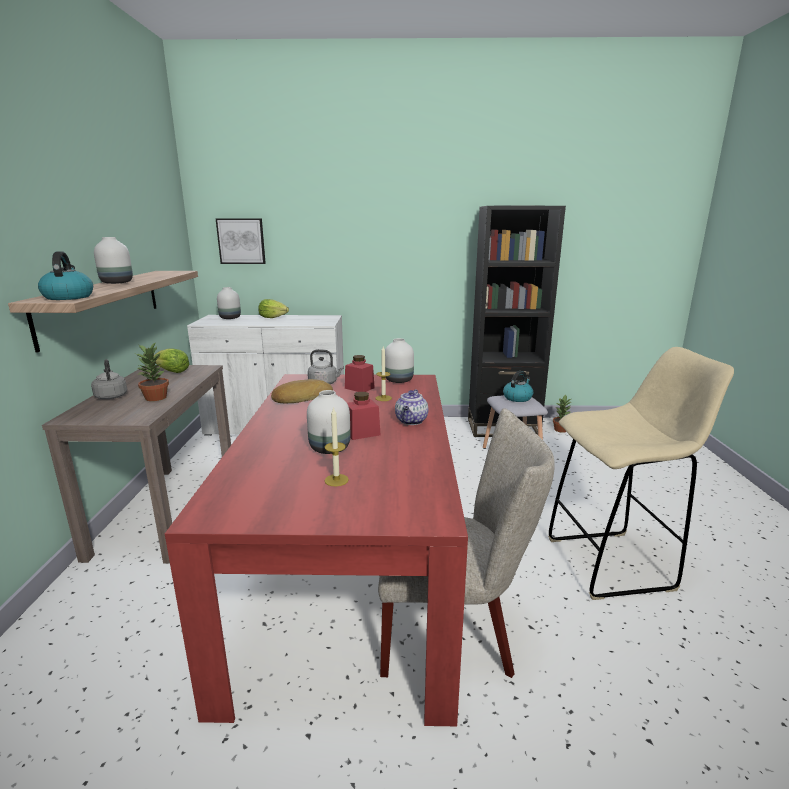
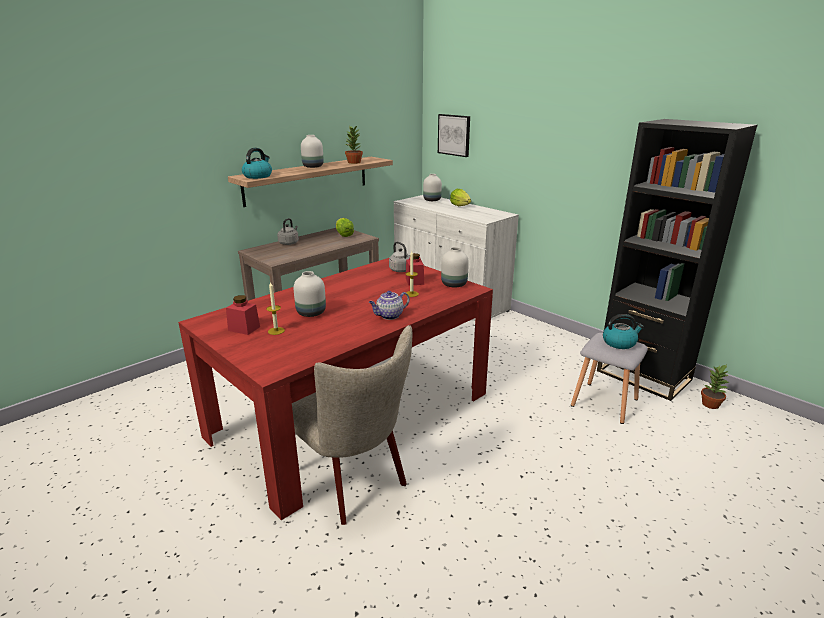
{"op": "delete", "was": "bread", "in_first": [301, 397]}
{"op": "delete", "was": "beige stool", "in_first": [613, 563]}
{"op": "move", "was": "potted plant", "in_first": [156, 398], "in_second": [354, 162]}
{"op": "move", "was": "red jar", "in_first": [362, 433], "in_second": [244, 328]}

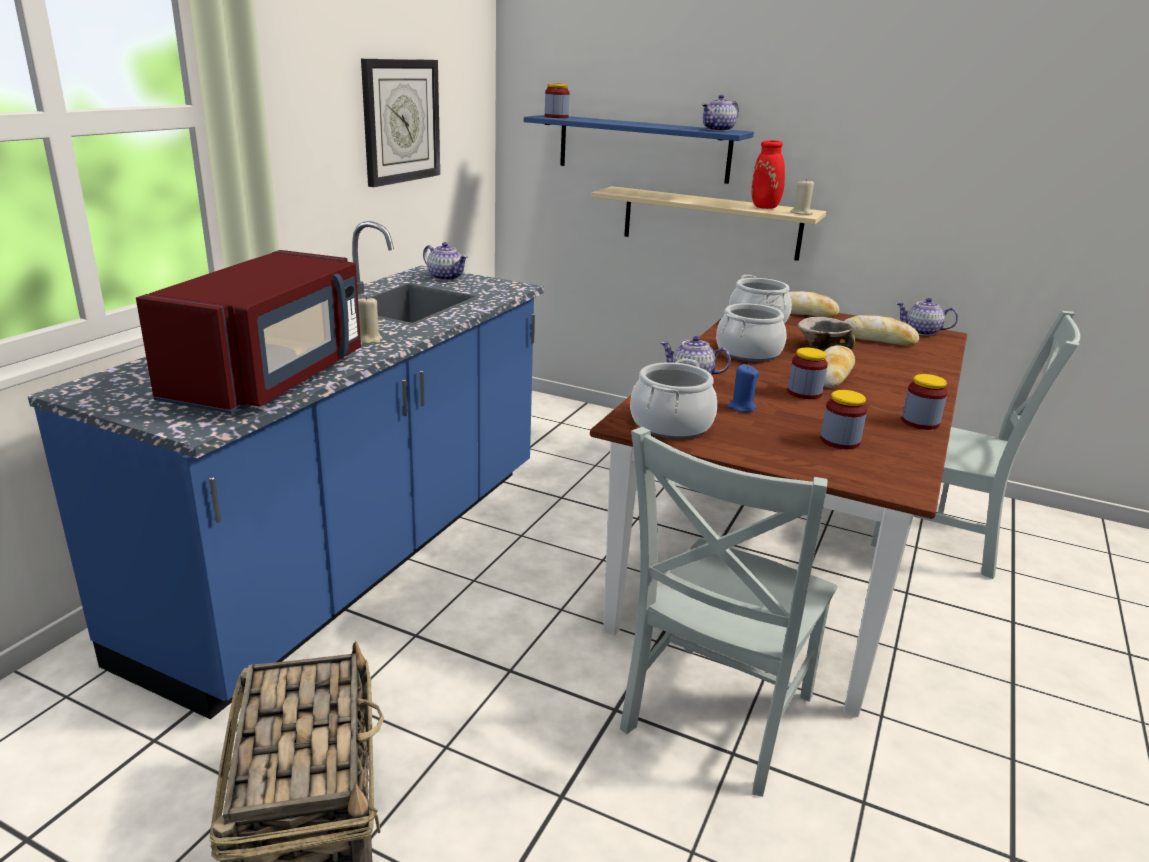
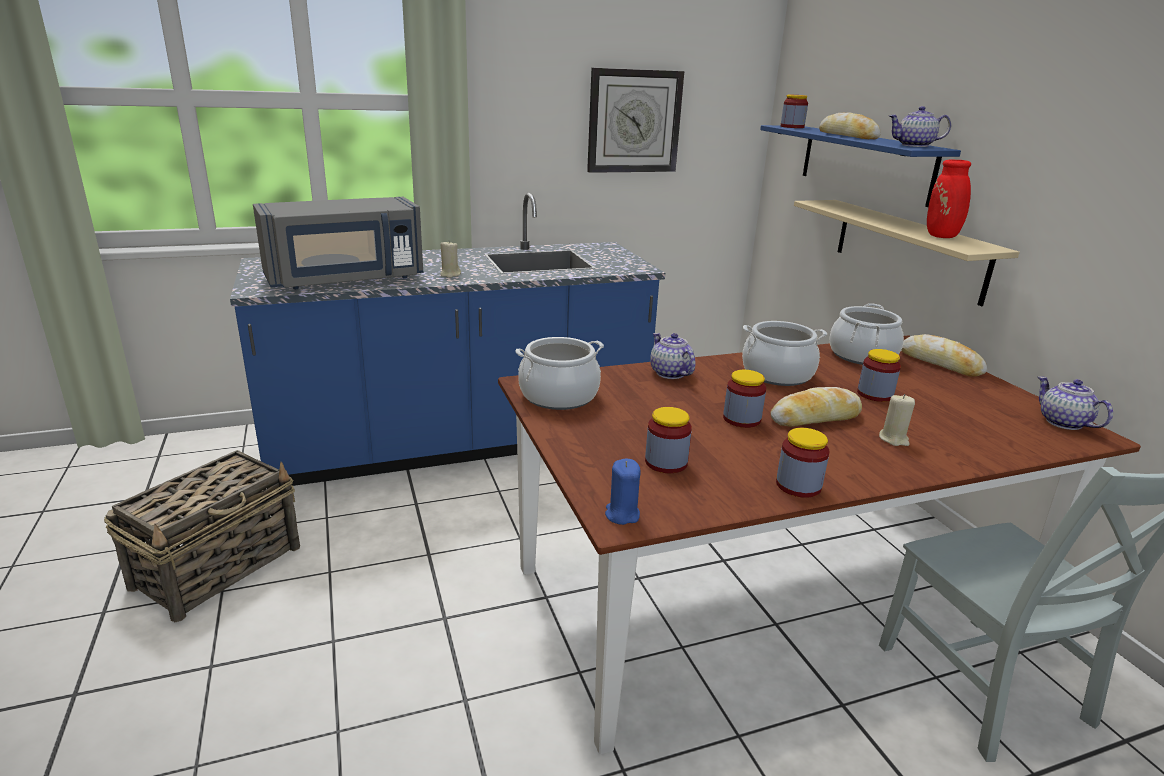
{"op": "delete", "was": "teapot", "in_first": [446, 277]}
{"op": "delete", "was": "grey chair", "in_first": [714, 718]}
{"op": "move", "was": "blue candle", "in_first": [741, 407], "in_second": [622, 514]}
{"op": "move", "was": "beige candle", "in_first": [801, 213], "in_second": [893, 439]}
{"op": "move", "was": "bread", "in_first": [877, 339], "in_second": [847, 136]}
{"op": "replace", "was": "bowl", "now": "jar", "in_first": [821, 347], "in_second": [875, 394]}
{"op": "recolor", "was": "red microwave", "now": "grey microwave", "in_first": [272, 378], "in_second": [346, 279]}

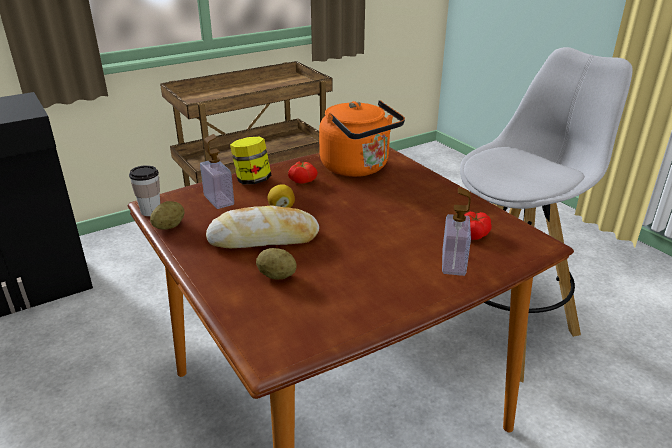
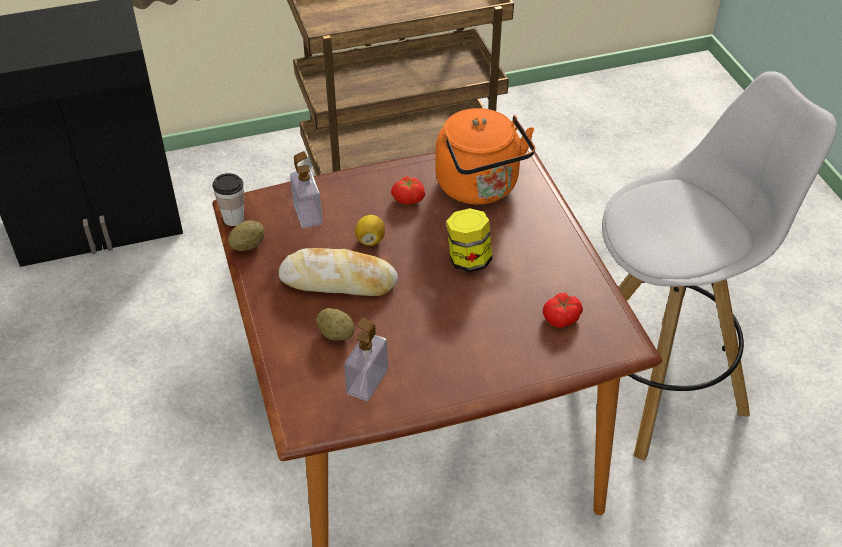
{"op": "move", "was": "jar", "in_first": [252, 180], "in_second": [468, 260]}
{"op": "move", "was": "soap dispenser", "in_first": [453, 263], "in_second": [367, 381]}

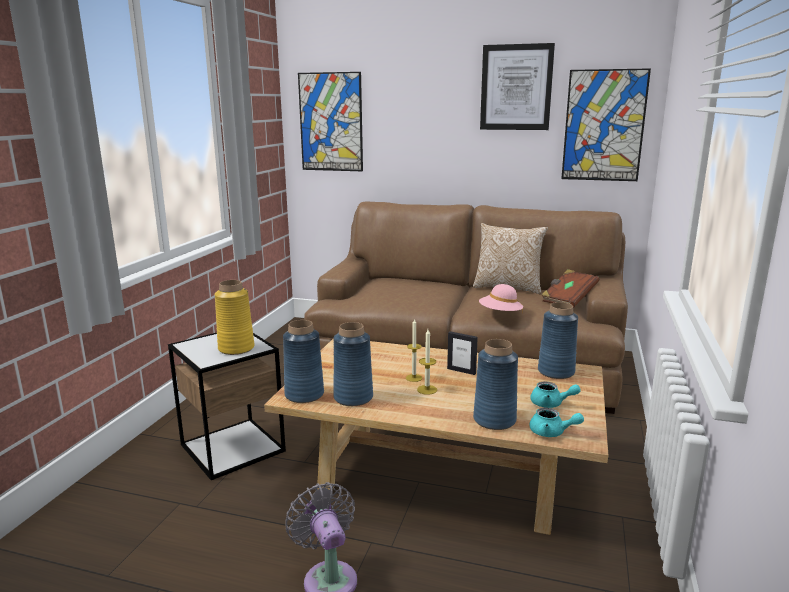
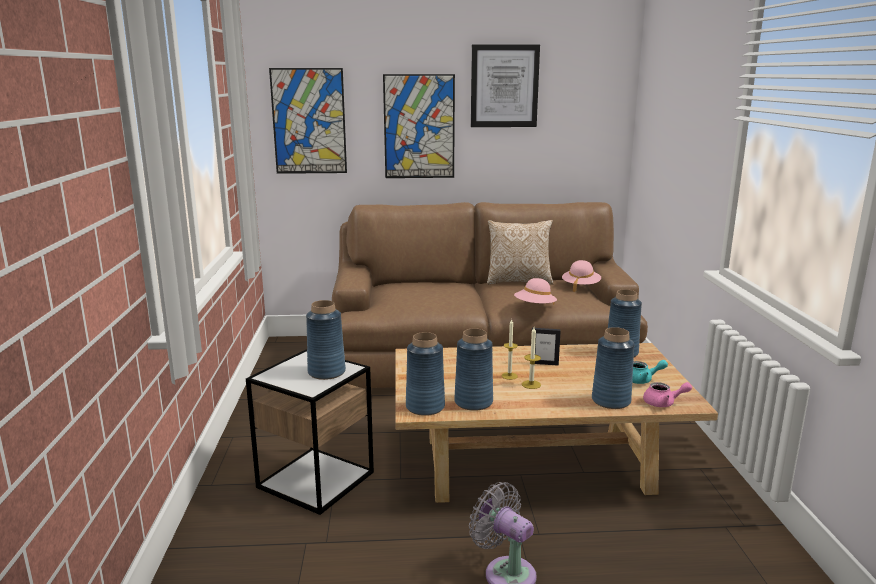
{"op": "move", "was": "picture", "in_first": [604, 126], "in_second": [419, 127]}
{"op": "replace", "was": "brown book", "now": "pink hat", "in_first": [568, 299], "in_second": [580, 286]}
{"op": "recolor", "was": "yellow vase", "now": "blue vase", "in_first": [236, 348], "in_second": [326, 372]}
{"op": "recolor", "was": "turquoise teapot", "now": "pink teapot", "in_first": [551, 433], "in_second": [663, 403]}

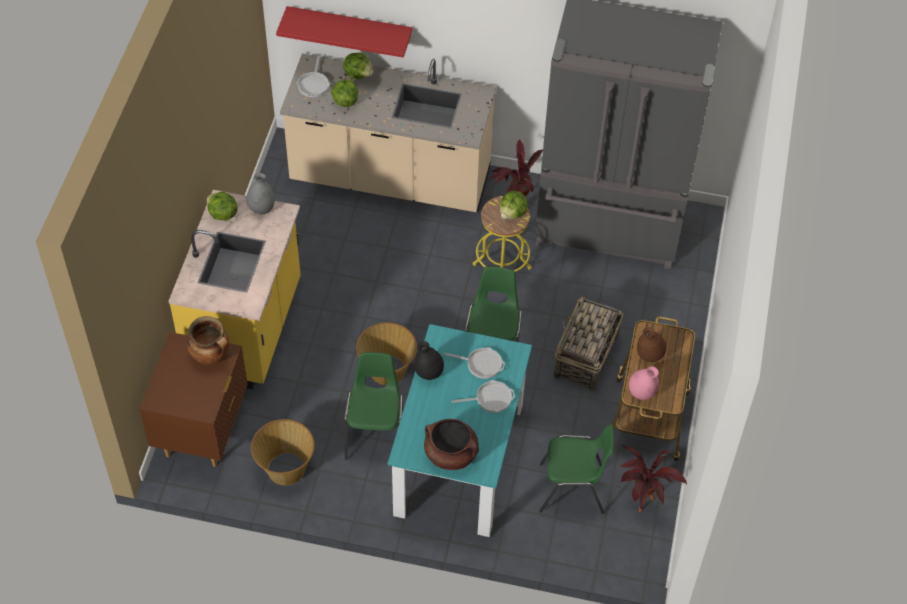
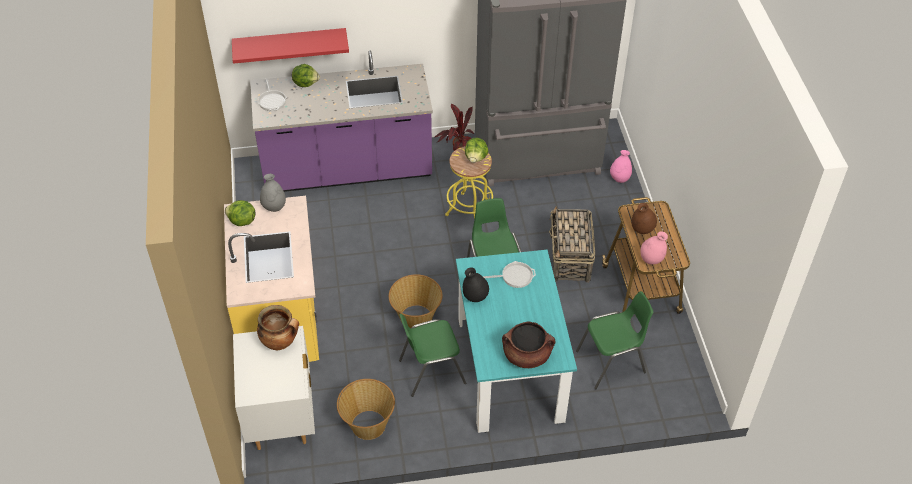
{"op": "delete", "was": "lettuce", "in_first": [345, 101]}
{"op": "delete", "was": "frying pan", "in_first": [490, 398]}
{"op": "delete", "was": "potted plant", "in_first": [642, 507]}
{"op": "insert", "now": "pink vase", "in_second": [619, 178]}
{"op": "recolor", "was": "brown nightstand", "now": "white nightstand", "in_first": [202, 432], "in_second": [281, 419]}
{"op": "recolor", "was": "beige counter", "now": "purple counter", "in_first": [390, 179], "in_second": [347, 171]}
{"op": "rotate", "was": "green chair", "in_first": [375, 434], "in_second": [431, 371], "clockwise": -90}

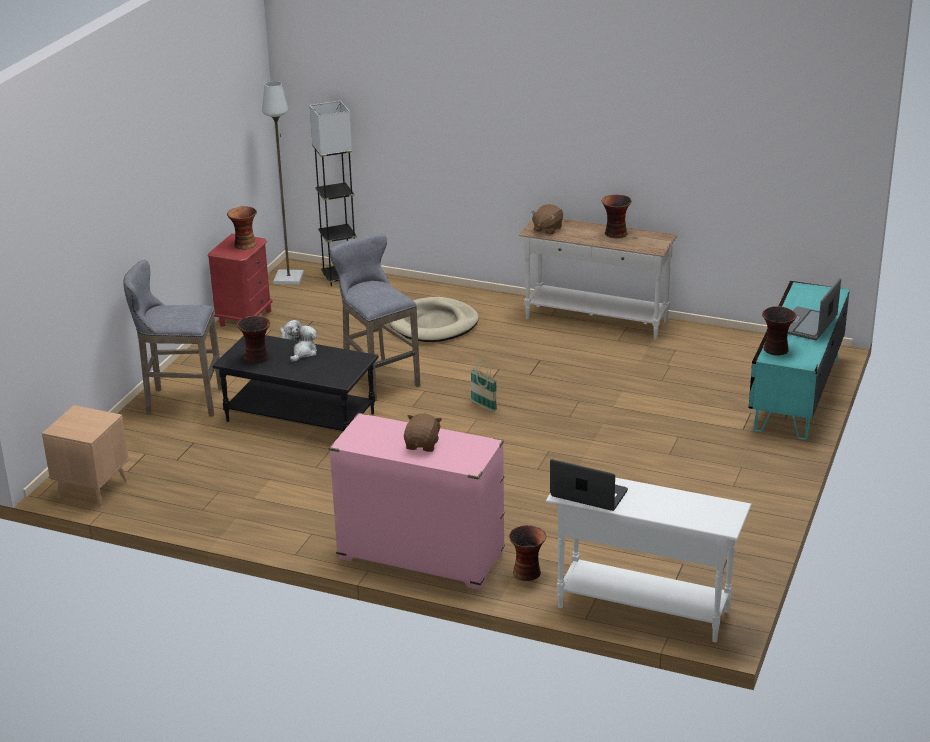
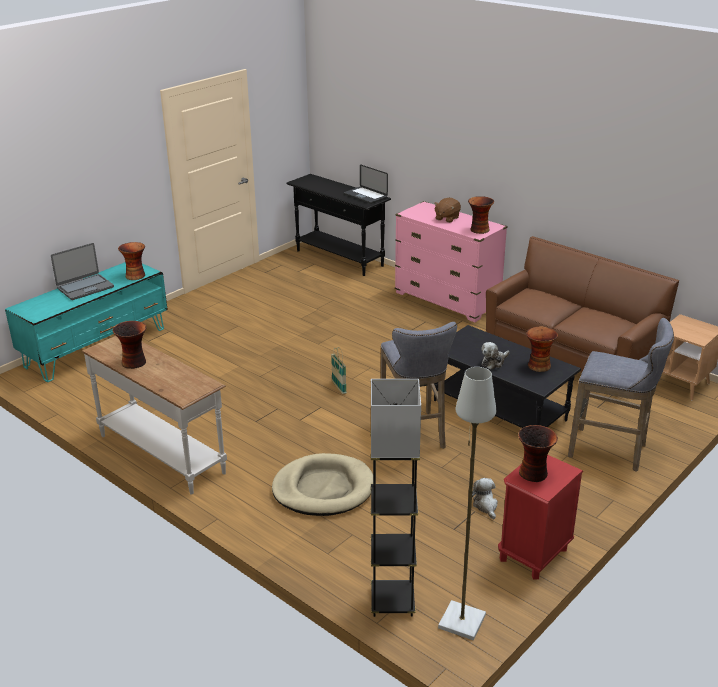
{"op": "delete", "was": "brown plush toy", "in_first": [547, 229]}
{"op": "insert", "now": "brown sofa", "in_second": [571, 355]}
{"op": "move", "was": "vase", "in_first": [527, 572], "in_second": [479, 230]}
{"op": "recolor", "was": "white console table", "now": "black console table", "in_first": [642, 608], "in_second": [339, 258]}

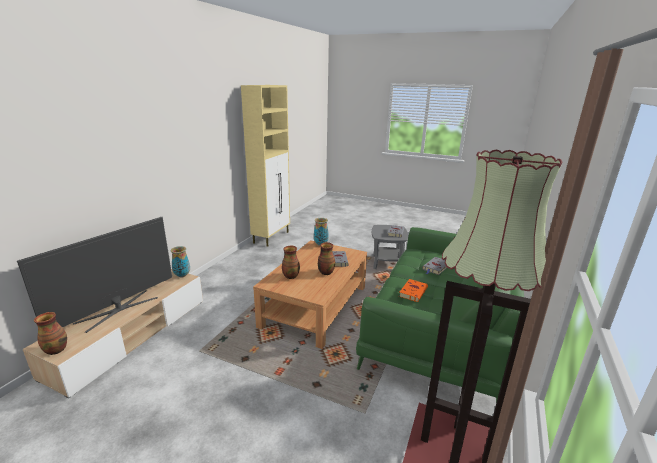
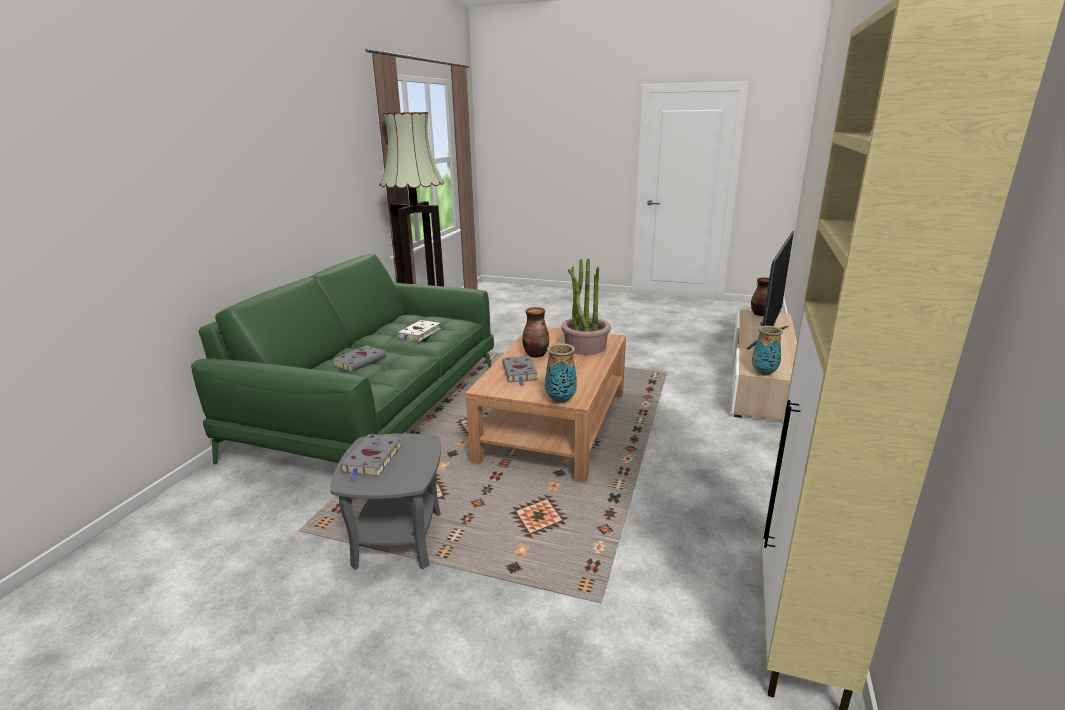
{"op": "replace", "was": "vase", "now": "potted plant", "in_first": [290, 276], "in_second": [585, 347]}
{"op": "recolor", "was": "orange book", "now": "white book", "in_first": [413, 292], "in_second": [419, 334]}

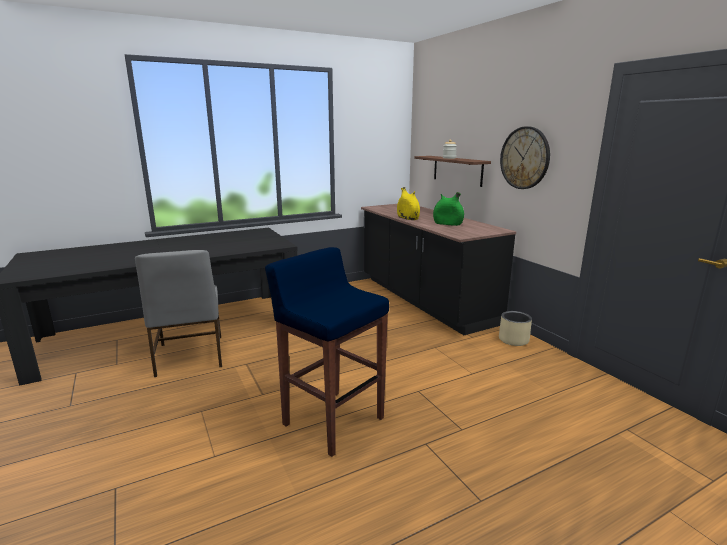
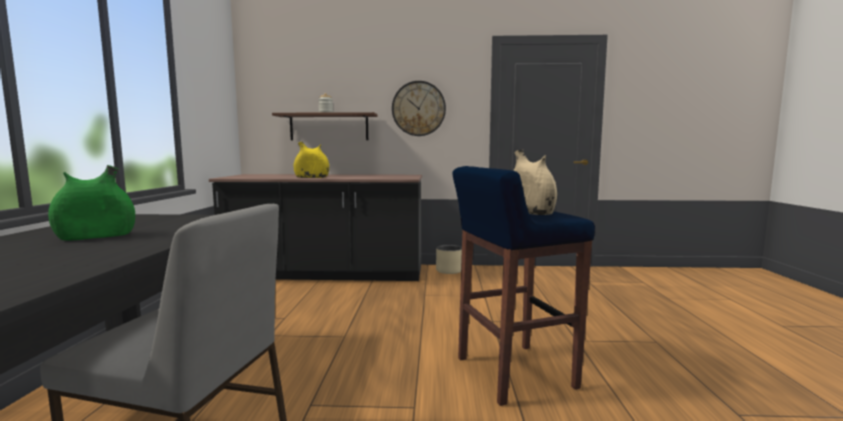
{"op": "insert", "now": "beige vase", "in_second": [529, 212]}
{"op": "move", "was": "green vase", "in_first": [447, 224], "in_second": [96, 237]}

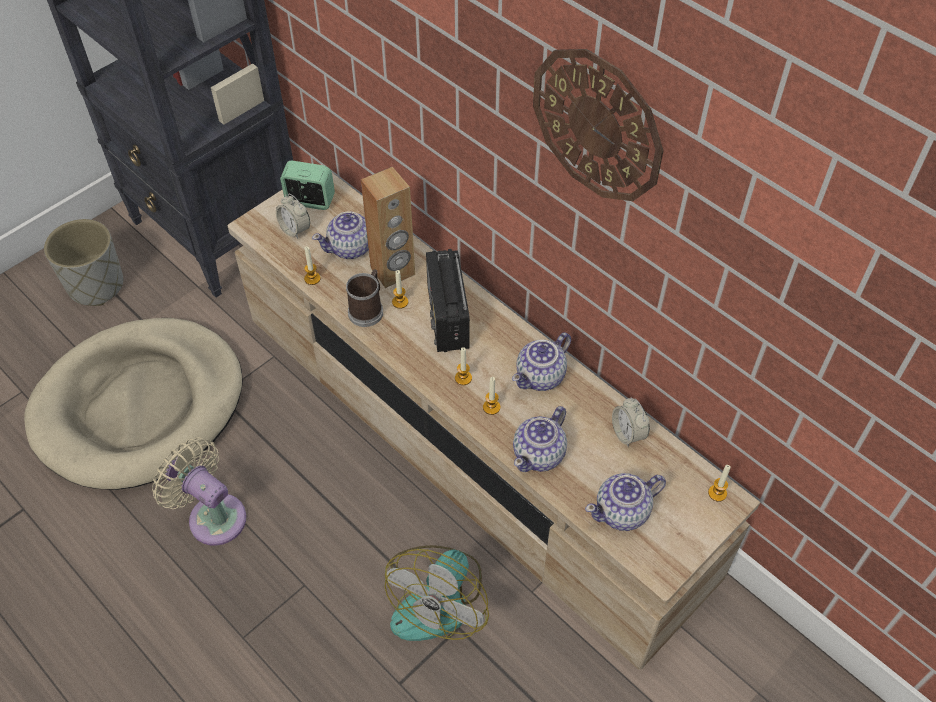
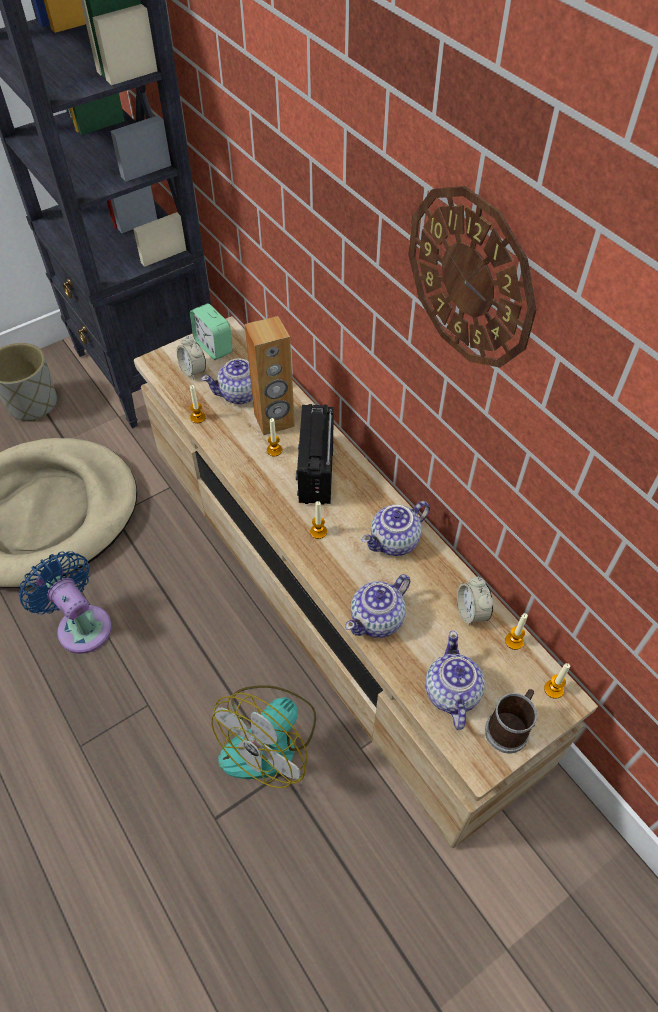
{"op": "move", "was": "mug", "in_first": [368, 309], "in_second": [509, 728]}
{"op": "move", "was": "candle", "in_first": [491, 407], "in_second": [514, 641]}
{"op": "recolor", "was": "beige fan", "now": "blue fan", "in_first": [213, 515], "in_second": [81, 625]}
{"op": "rotate", "was": "alarm clock", "in_first": [310, 201], "in_second": [213, 347], "clockwise": -150}
{"op": "rotate", "was": "teapot", "in_first": [623, 512], "in_second": [451, 693], "clockwise": 105}

